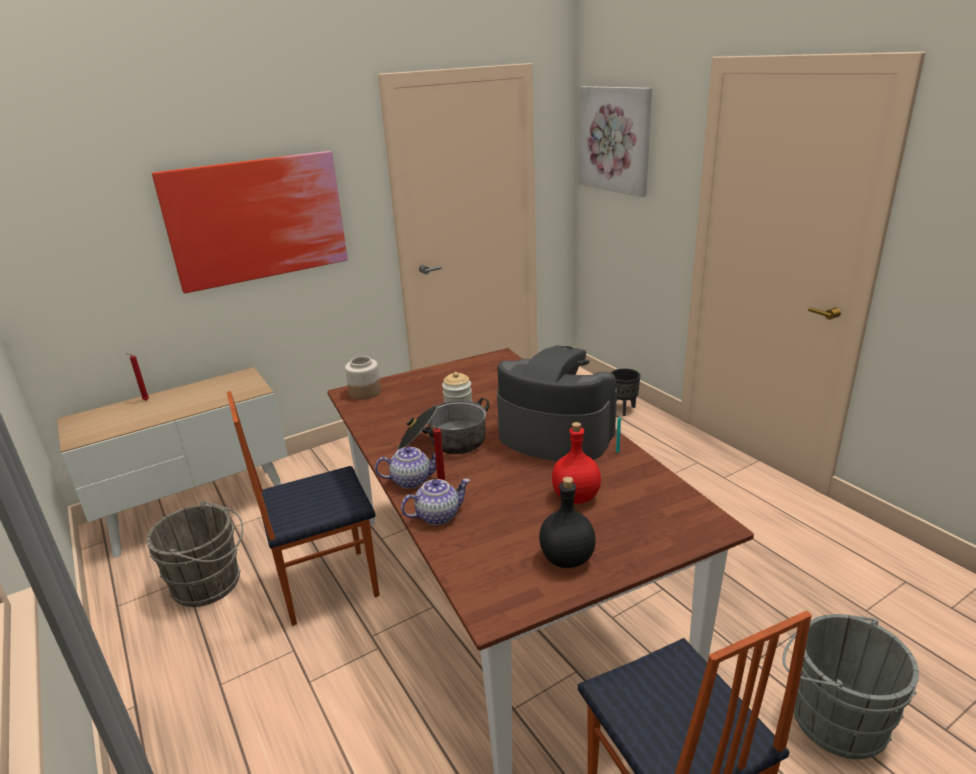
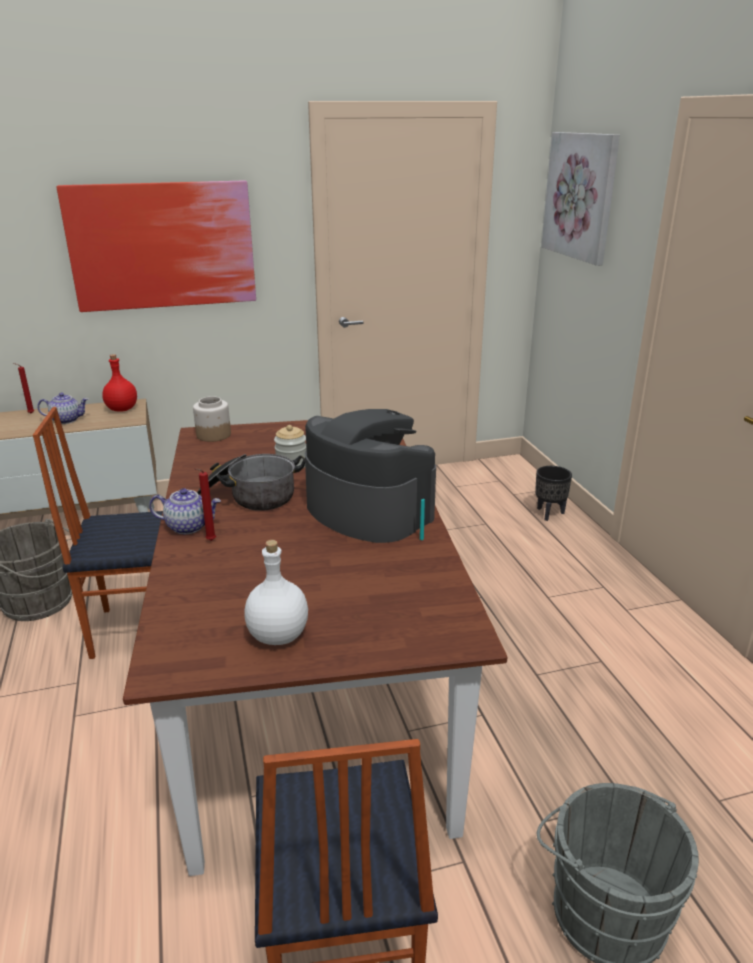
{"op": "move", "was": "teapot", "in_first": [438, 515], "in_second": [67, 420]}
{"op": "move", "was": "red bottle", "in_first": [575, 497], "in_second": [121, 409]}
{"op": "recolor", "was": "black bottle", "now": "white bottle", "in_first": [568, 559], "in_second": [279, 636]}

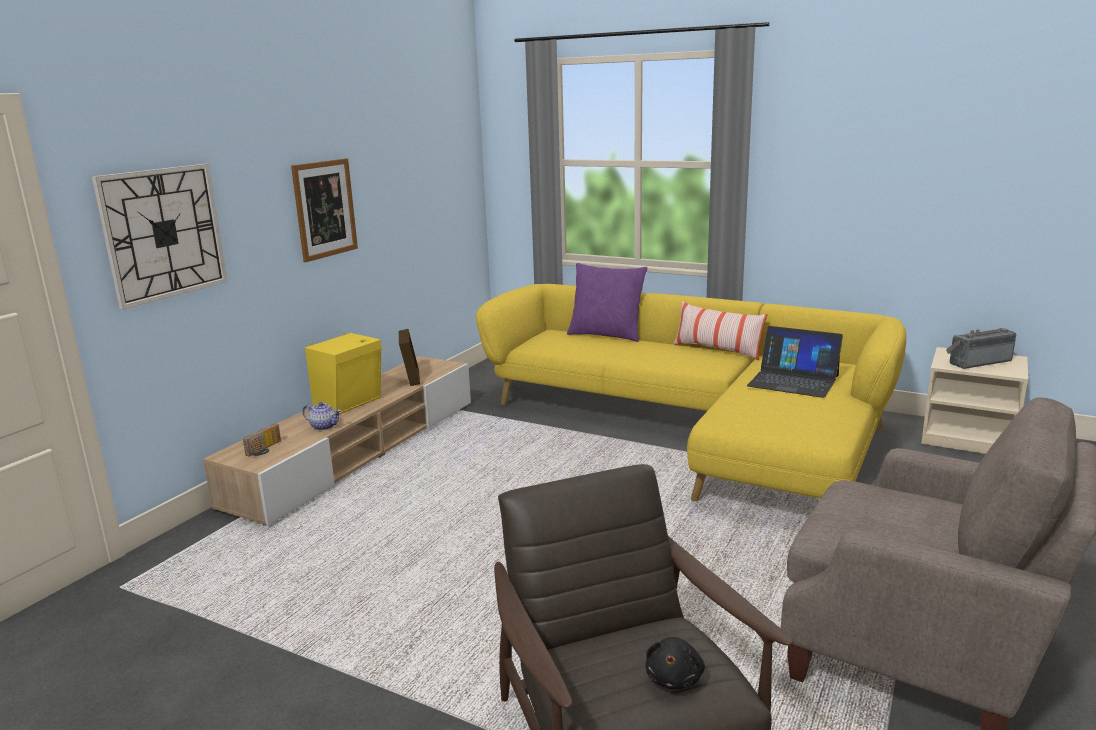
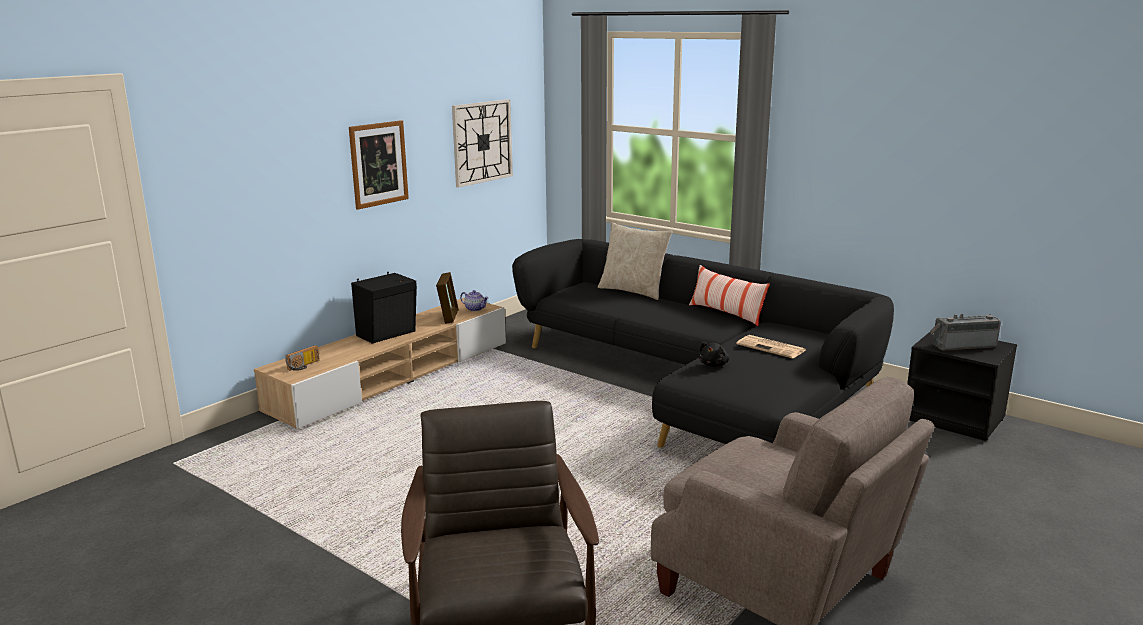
{"op": "move", "was": "wall clock", "in_first": [163, 233], "in_second": [482, 142]}
{"op": "move", "was": "teapot", "in_first": [324, 426], "in_second": [475, 309]}
{"op": "move", "was": "black plush toy", "in_first": [674, 678], "in_second": [714, 364]}
{"op": "replace", "was": "laptop", "now": "newspaper", "in_first": [793, 381], "in_second": [772, 347]}
{"op": "recolor", "was": "yellow speaker", "now": "black speaker", "in_first": [350, 403], "in_second": [388, 334]}
{"op": "recolor", "was": "yellow sofa", "now": "black sofa", "in_first": [698, 429], "in_second": [699, 385]}
{"op": "recolor", "was": "purple pillow", "now": "beige pillow", "in_first": [606, 335], "in_second": [633, 291]}
{"op": "recolor", "was": "beige nightstand", "now": "black nightstand", "in_first": [969, 438], "in_second": [955, 418]}

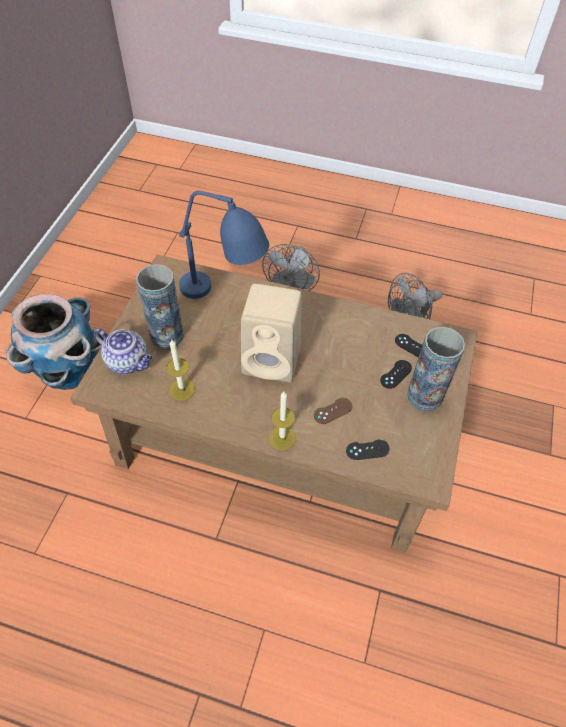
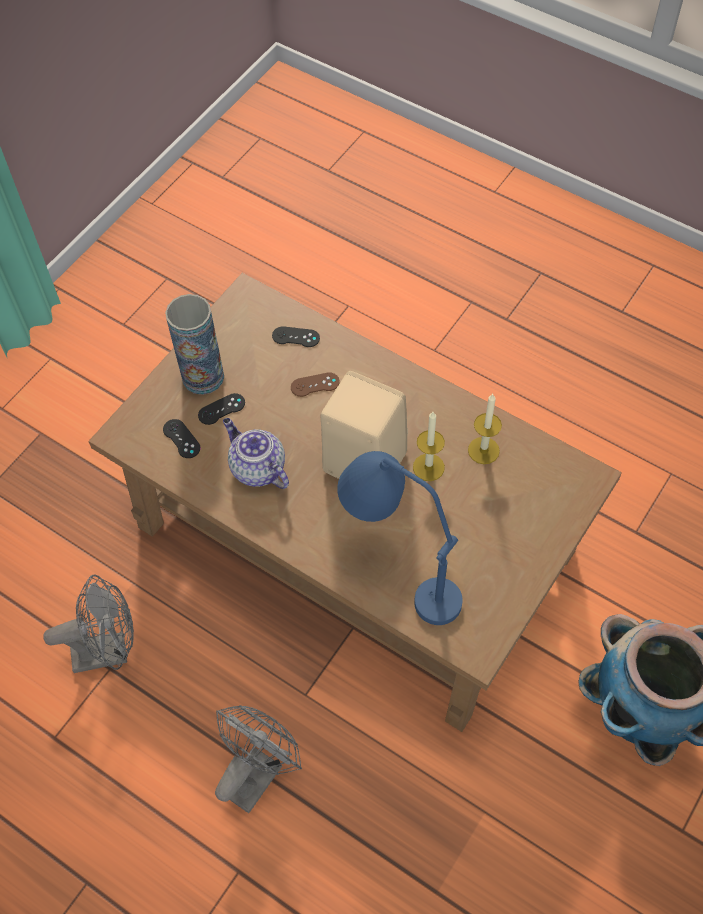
{"op": "delete", "was": "vase", "in_first": [167, 335]}
{"op": "move", "was": "teapot", "in_first": [129, 362], "in_second": [257, 468]}
{"op": "move", "was": "candle", "in_first": [282, 438], "in_second": [428, 467]}

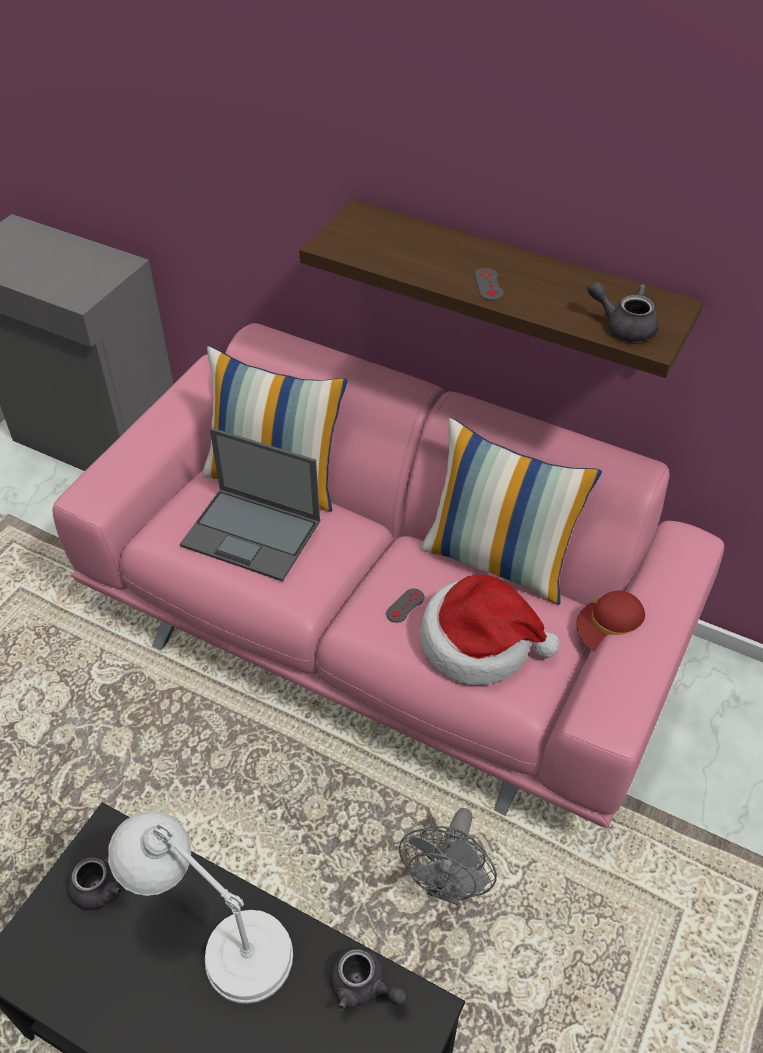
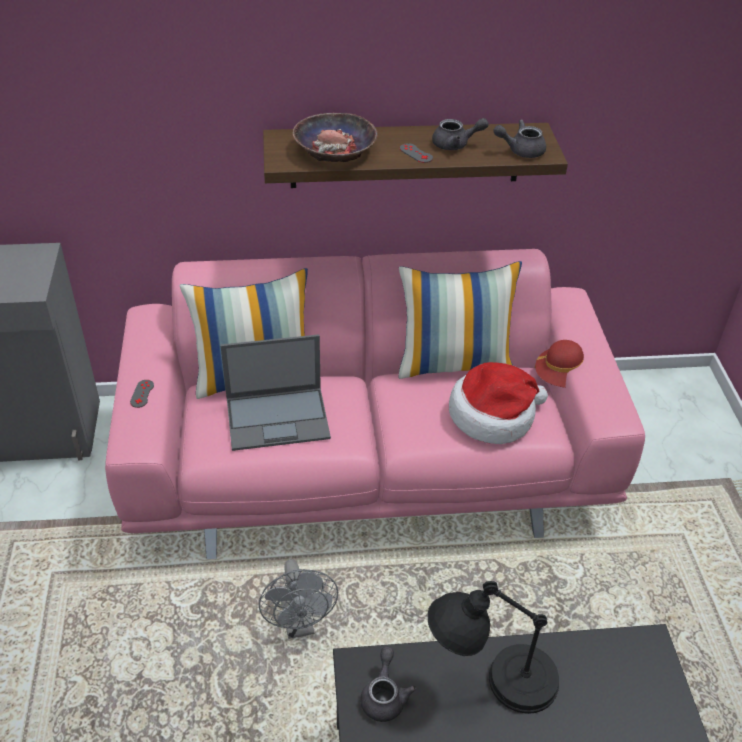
{"op": "insert", "now": "bowl", "in_second": [335, 149]}
{"op": "move", "was": "grey teapot", "in_first": [364, 986], "in_second": [455, 144]}
{"op": "move", "was": "grey game controller", "in_first": [405, 605], "in_second": [142, 394]}
{"op": "move", "was": "grey fan", "in_first": [448, 884], "in_second": [299, 625]}
{"op": "recolor", "was": "white table lamp", "now": "black table lamp", "in_first": [215, 936], "in_second": [491, 682]}

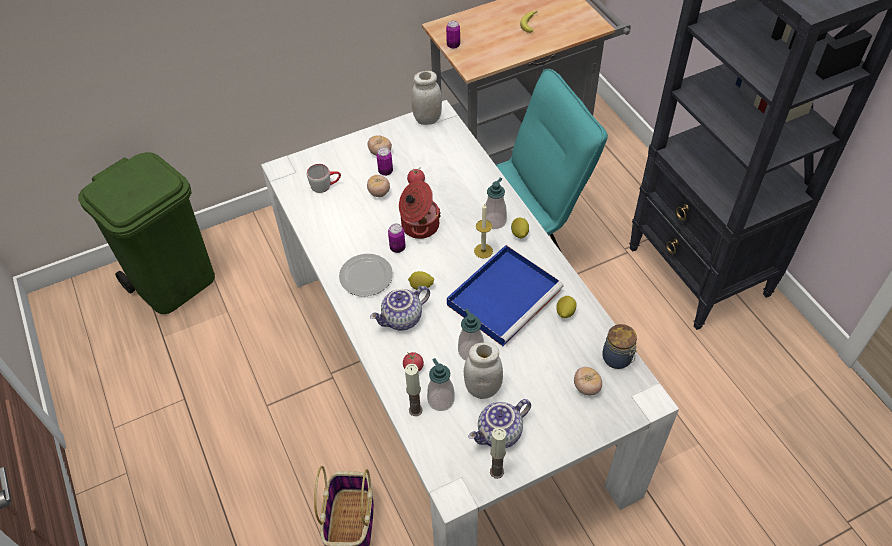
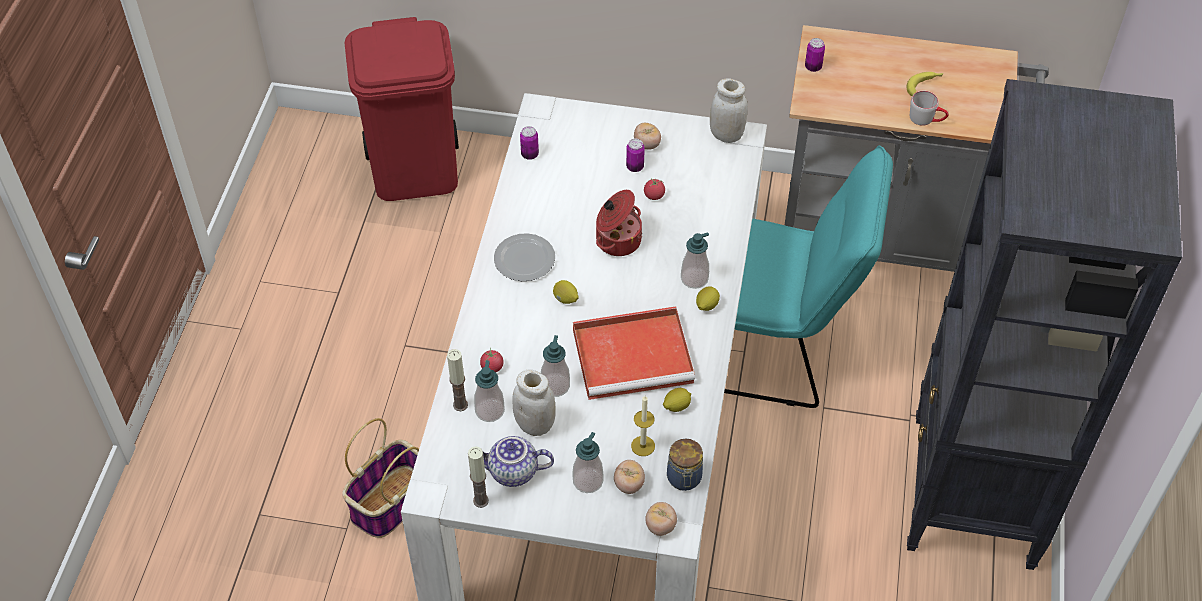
{"op": "delete", "was": "teapot", "in_first": [402, 319]}
{"op": "insert", "now": "soap dispenser", "in_second": [588, 481]}
{"op": "move", "was": "grey mug", "in_first": [325, 185], "in_second": [927, 119]}
{"op": "move", "was": "tomato", "in_first": [379, 193], "in_second": [660, 526]}
{"op": "move", "was": "can", "in_first": [397, 248], "in_second": [530, 154]}
{"op": "move", "was": "candle", "in_first": [483, 251], "in_second": [643, 446]}
{"op": "recolor", "was": "green trash can", "now": "red trash can", "in_first": [175, 281], "in_second": [416, 172]}
{"op": "recolor", "was": "blue tray", "now": "red tray", "in_first": [505, 295], "in_second": [635, 355]}

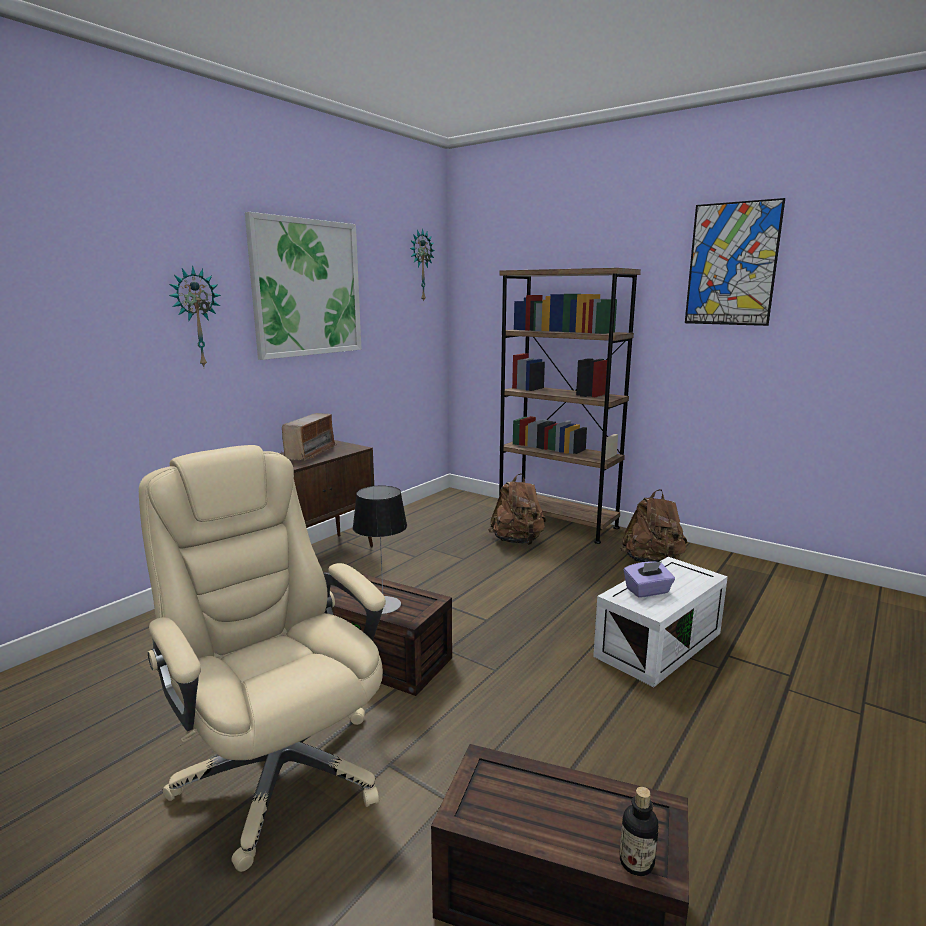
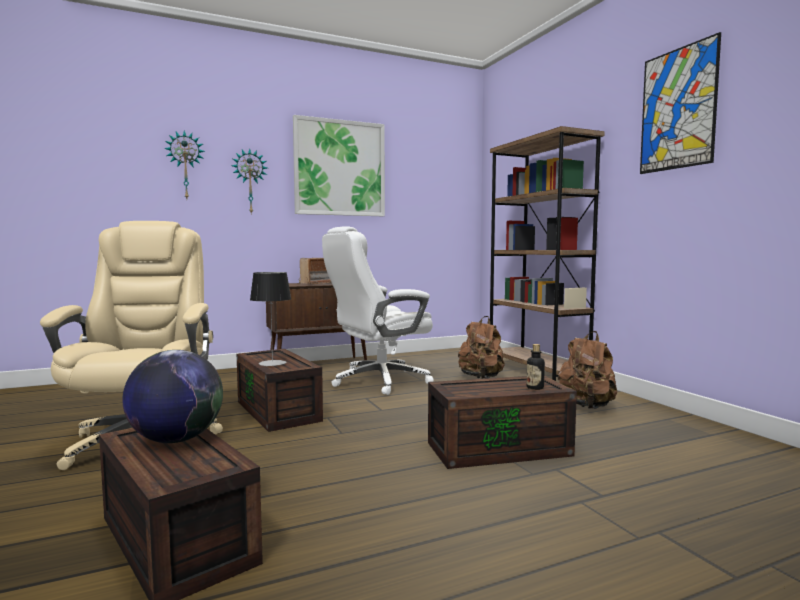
{"op": "delete", "was": "purple tissue box", "in_first": [647, 591]}
{"op": "insert", "now": "globe", "in_second": [176, 440]}
{"op": "insert", "now": "white office chair", "in_second": [378, 381]}
{"op": "move", "was": "wall clock", "in_first": [420, 266], "in_second": [185, 165]}
{"op": "move", "was": "bottle", "in_first": [636, 862], "in_second": [535, 387]}
{"op": "recolor", "was": "white storage box", "now": "brown storage box", "in_first": [657, 643], "in_second": [499, 448]}

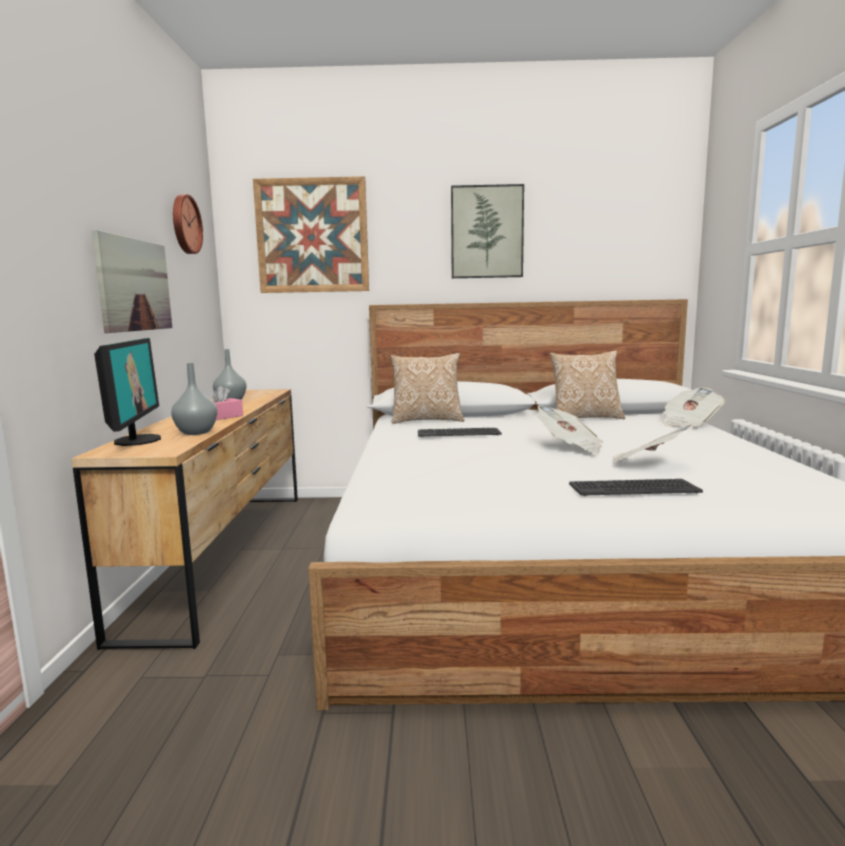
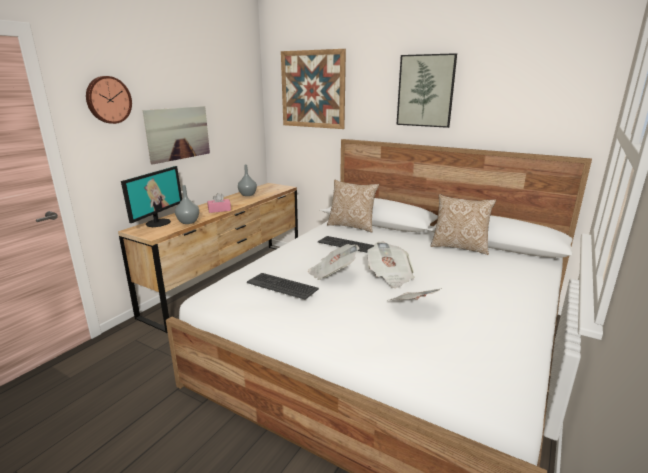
{"op": "move", "was": "wall clock", "in_first": [185, 224], "in_second": [108, 100]}
{"op": "move", "was": "keyboard", "in_first": [633, 488], "in_second": [282, 286]}
{"op": "move", "was": "newspaper", "in_first": [688, 423], "in_second": [332, 273]}

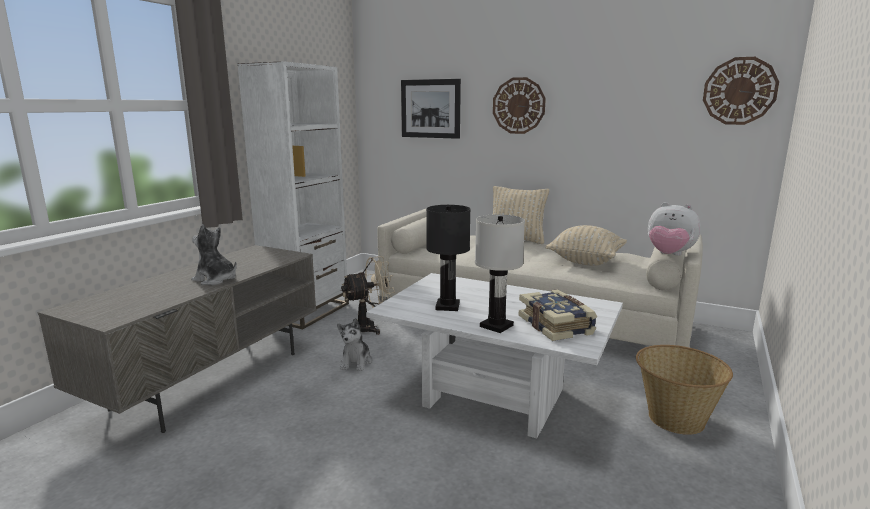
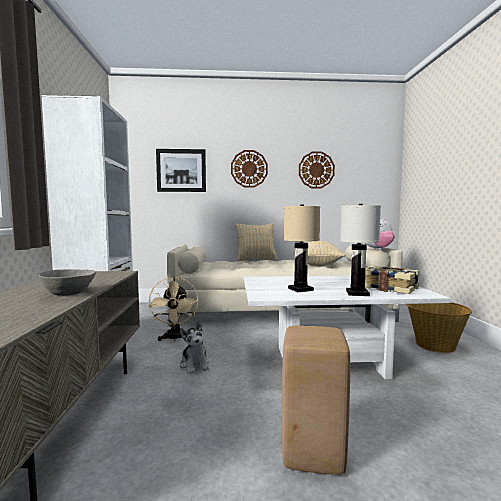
{"op": "insert", "now": "beige stool", "in_second": [311, 454]}
{"op": "move", "was": "wall clock", "in_first": [739, 91], "in_second": [316, 170]}
{"op": "replace", "was": "plush toy", "now": "grey bowl", "in_first": [215, 280], "in_second": [69, 293]}
{"op": "recolor", "was": "black table lamp", "now": "beige table lamp", "in_first": [447, 306], "in_second": [300, 289]}
{"op": "rotate", "was": "beige fan", "in_first": [370, 327], "in_second": [175, 338], "clockwise": 135}

